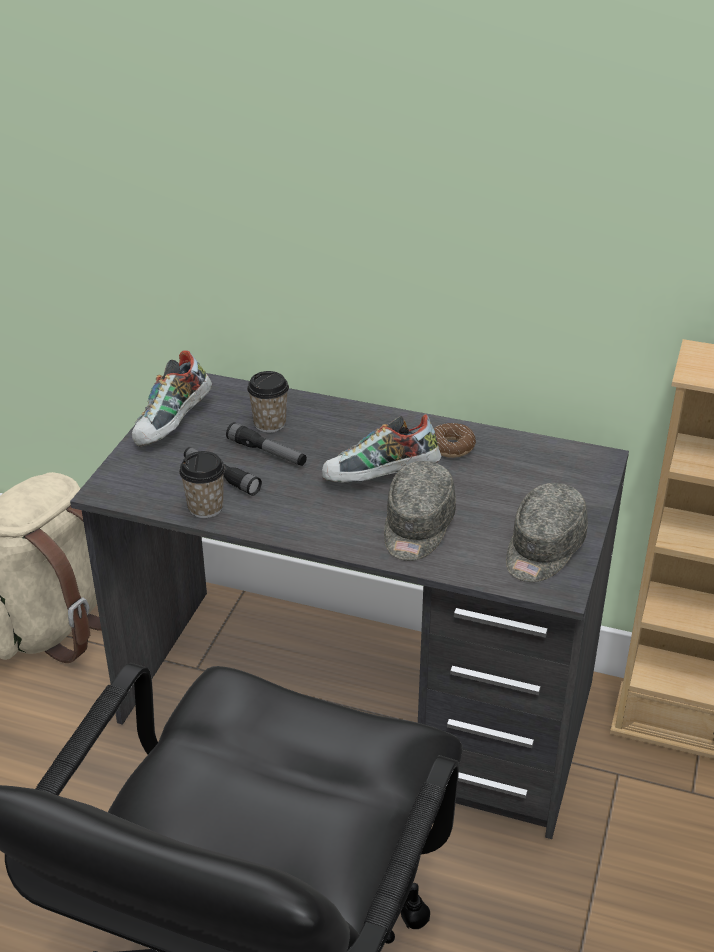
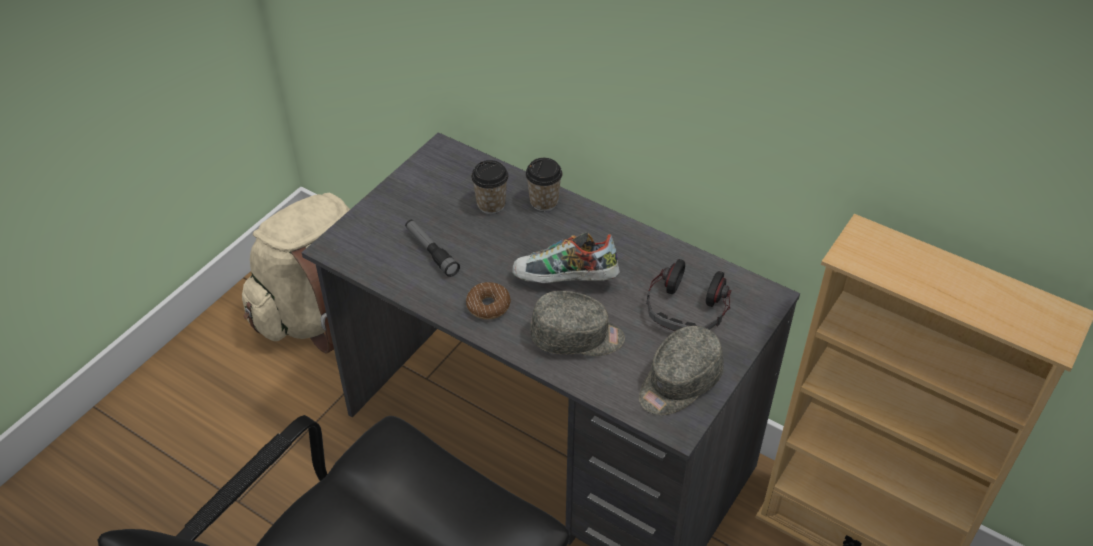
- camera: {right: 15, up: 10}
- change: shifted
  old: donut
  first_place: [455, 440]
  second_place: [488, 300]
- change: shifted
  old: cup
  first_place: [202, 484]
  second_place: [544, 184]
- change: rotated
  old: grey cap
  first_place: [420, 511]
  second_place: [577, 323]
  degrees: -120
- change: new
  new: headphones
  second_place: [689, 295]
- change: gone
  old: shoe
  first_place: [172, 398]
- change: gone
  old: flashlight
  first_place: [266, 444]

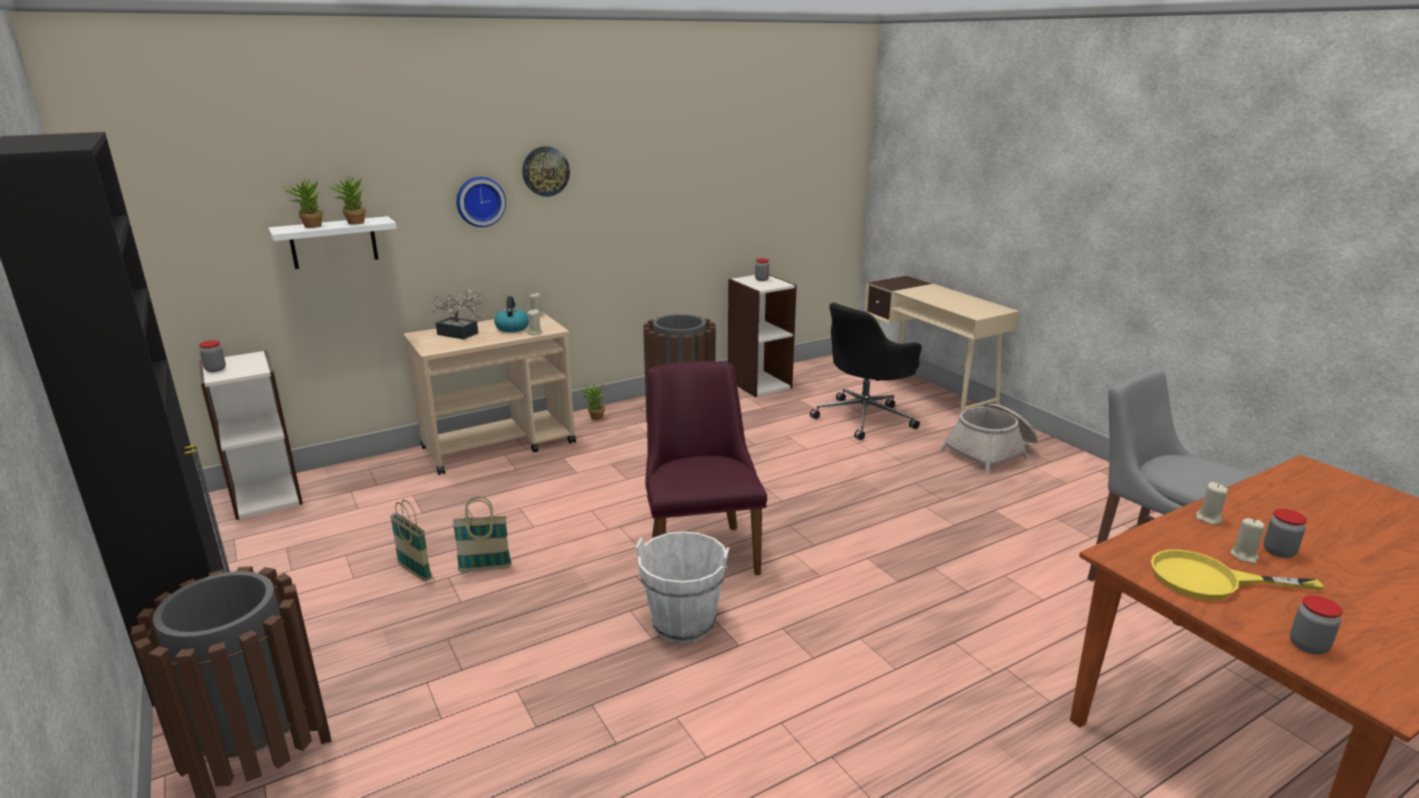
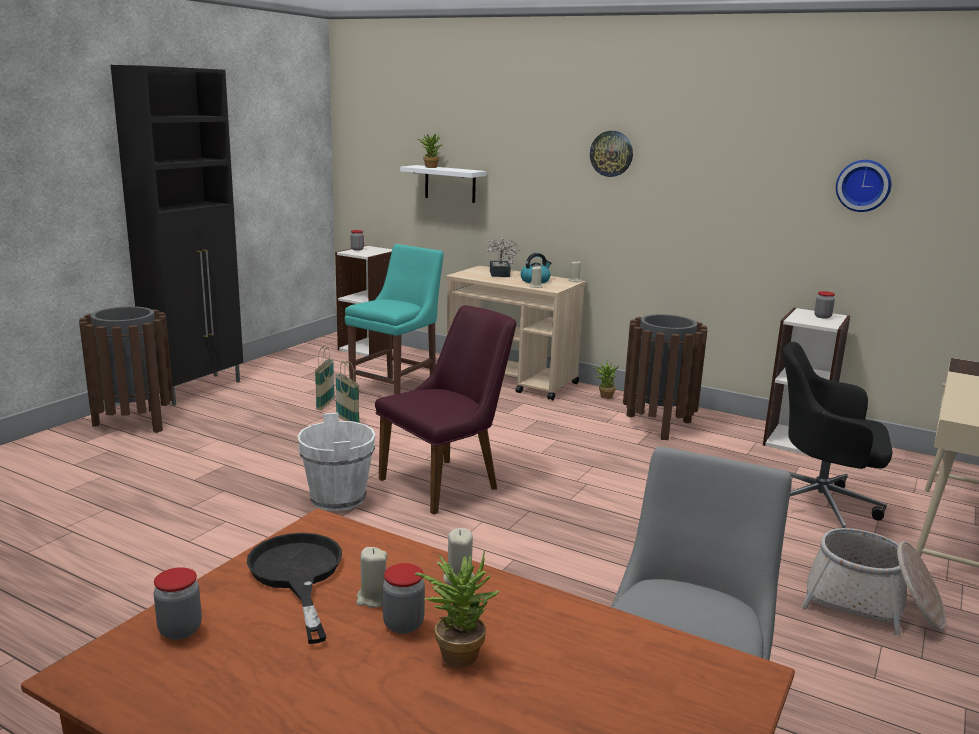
- camera: {right: 60, up: -5}
- change: repainted
  old: yellow frying pan
  new: black frying pan
  first_place: [1237, 575]
  second_place: [294, 588]
- change: new
  new: turquoise chair
  second_place: [394, 319]
- change: shifted
  old: potted plant
  first_place: [347, 200]
  second_place: [457, 609]
- change: shifted
  old: wall clock
  first_place: [481, 202]
  second_place: [863, 186]

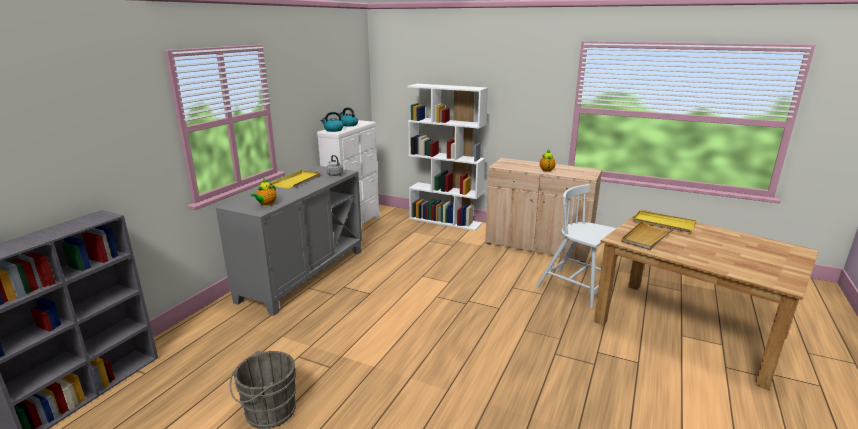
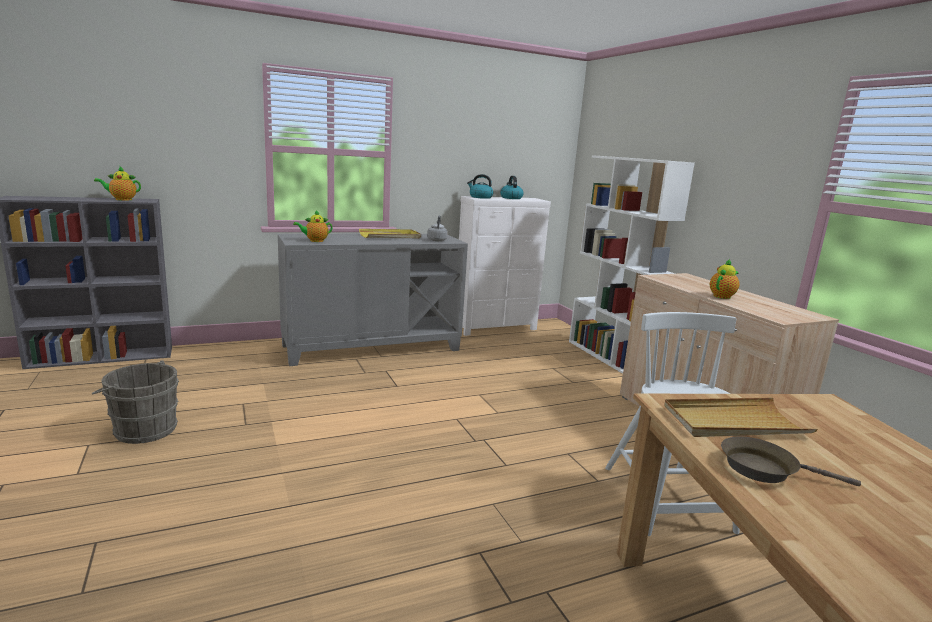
- camera: {right: 40, up: -5}
- change: new
  new: teapot
  second_place: [117, 183]
- change: new
  new: brown frying pan
  second_place: [791, 461]
- change: gone
  old: yellow tray
  first_place: [665, 221]

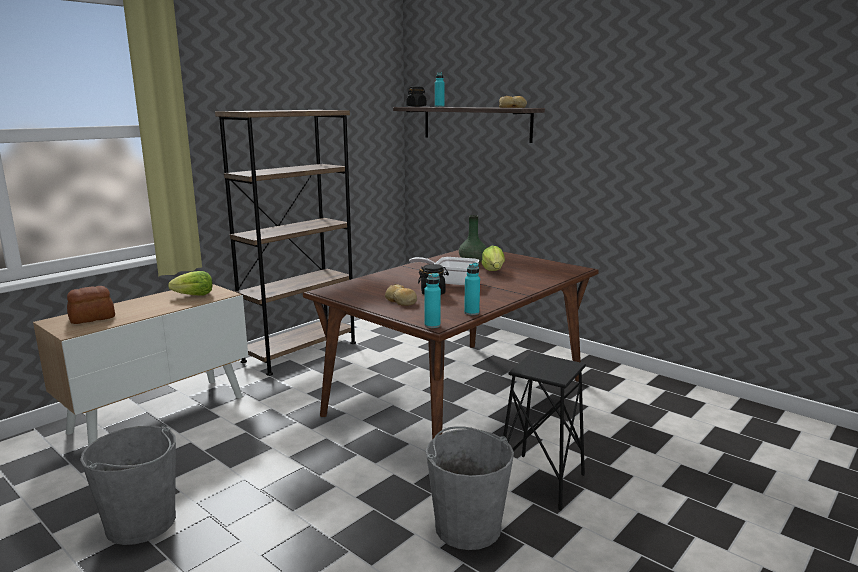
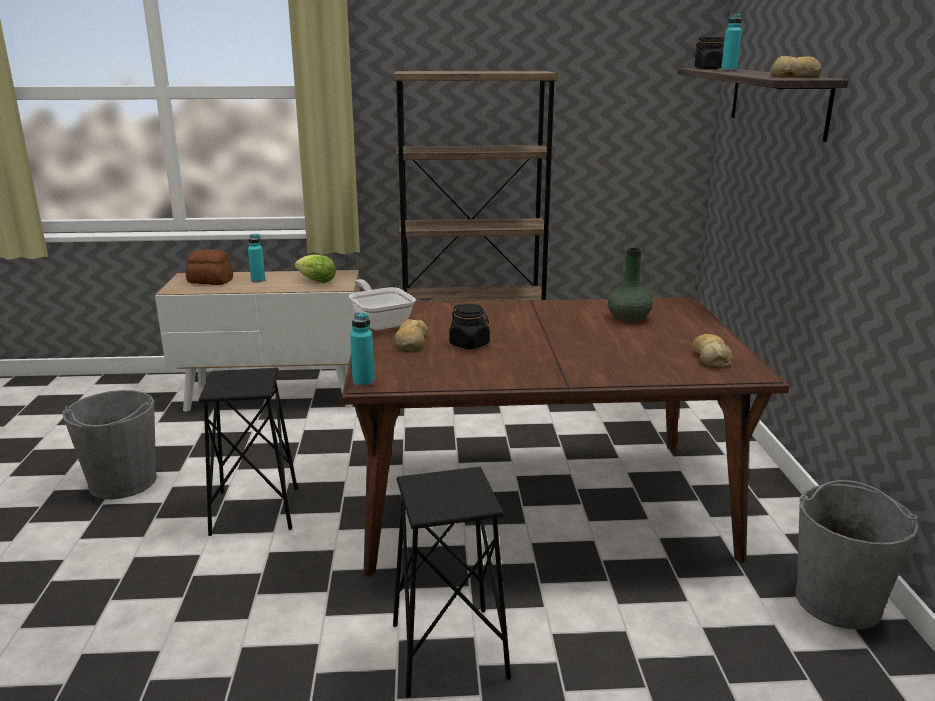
- camera: {right: 45, up: 5}
- change: new
  new: black stool
  second_place: [248, 452]
- change: shifted
  old: turquoise bottle
  first_place: [472, 289]
  second_place: [257, 258]
- change: shifted
  old: frying pan
  first_place: [444, 271]
  second_place: [382, 304]
- change: new
  new: bread
  second_place: [712, 351]
- change: shifted
  old: grey bucket
  first_place: [470, 488]
  second_place: [857, 555]
- change: gone
  old: lettuce
  first_place: [493, 258]

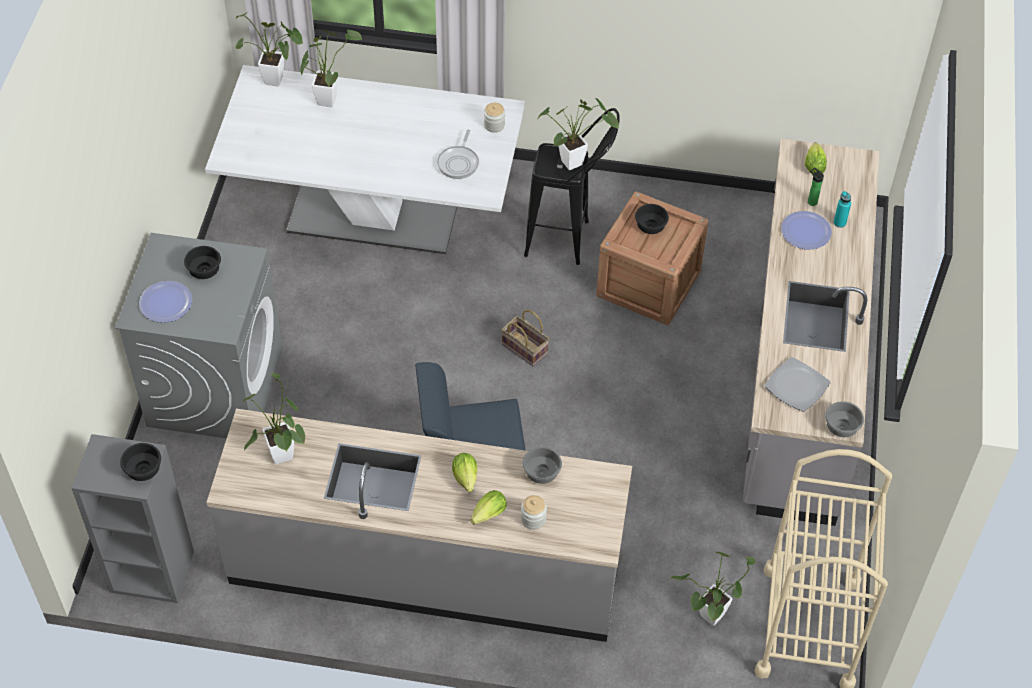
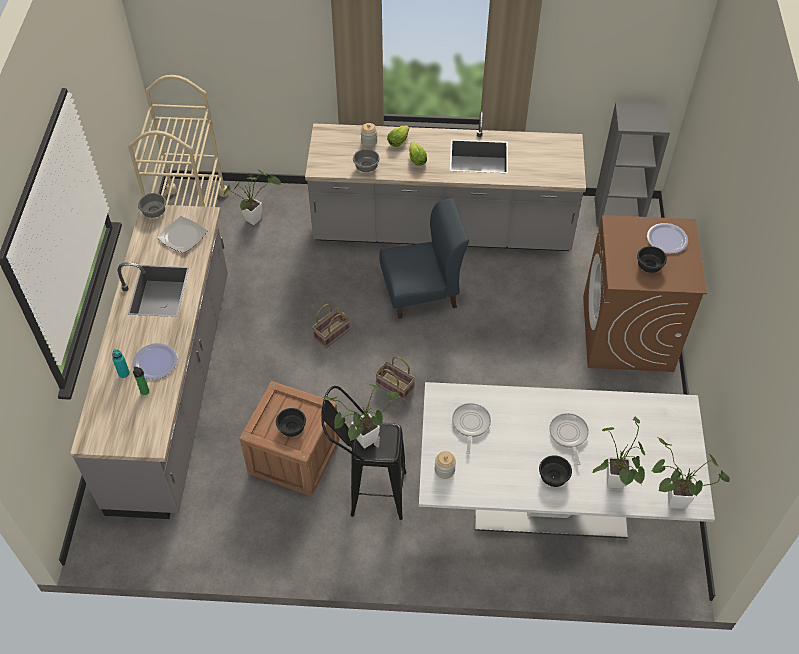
- camera: {right: 175, up: 0}
- change: new
  new: basket
  second_place: [331, 326]
- change: shifted
  old: black bowl
  first_place: [140, 462]
  second_place: [555, 471]
- change: new
  new: frying pan
  second_place: [569, 439]
- change: repainted
  old: grey washing machine
  new: brown washing machine
  first_place: [199, 336]
  second_place: [645, 293]
- change: gone
  old: potted plant
  first_place: [274, 418]
- change: gone
  old: lettuce
  first_place: [816, 158]

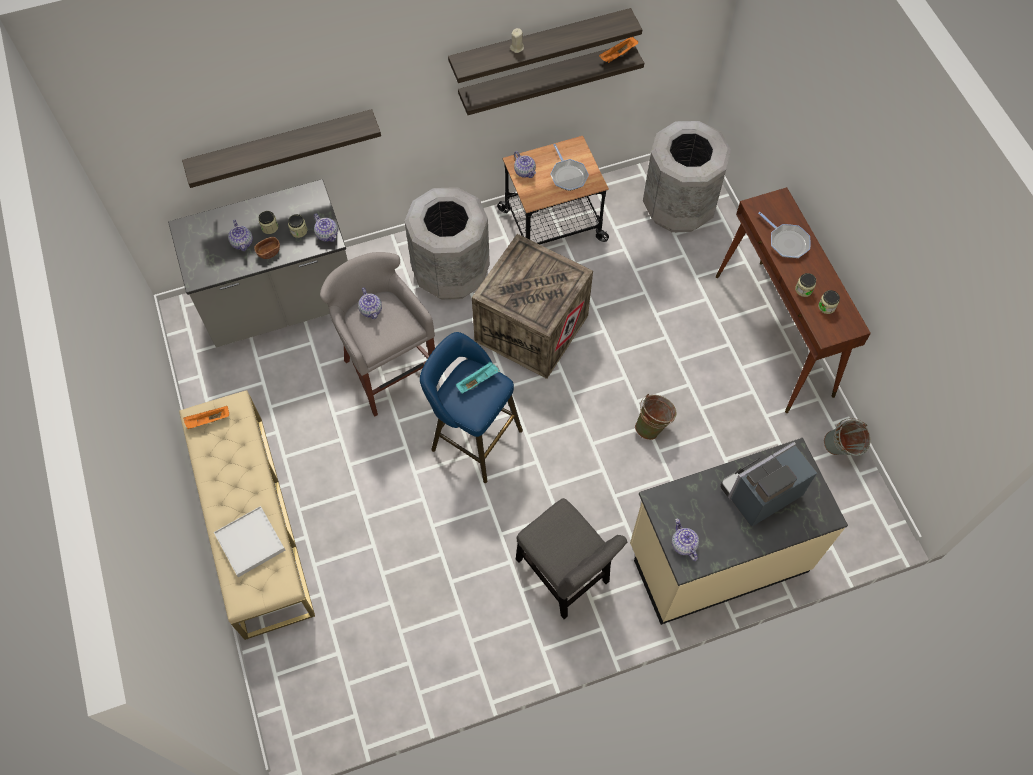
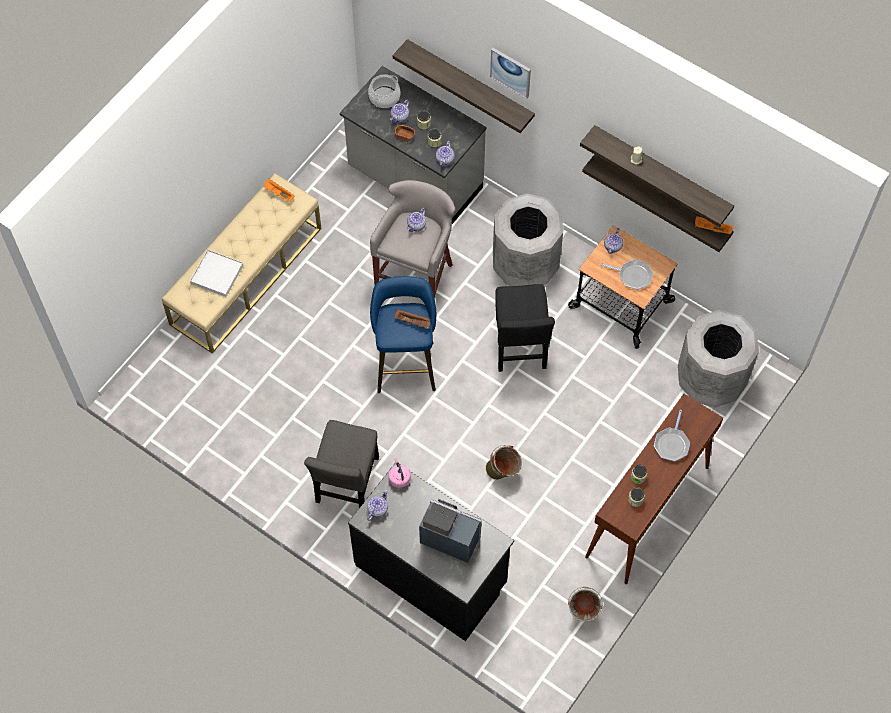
- camera: {right: 55, up: 0}
- change: repainted
  old: beige counter
  new: black counter
  first_place: [739, 531]
  second_place: [431, 552]
- change: new
  new: cooking pot
  second_place: [384, 91]
- change: new
  new: pink kettle
  second_place: [400, 473]
- change: repainted
  old: turquoise tray
  new: brown tray
  first_place: [478, 378]
  second_place: [412, 319]
- change: new
  new: picture
  second_place: [510, 73]
- change: swapped
  old: crate
  new: black chair
  first_place: [532, 306]
  second_place: [525, 328]
- change: rotated
  old: frying pan
  first_place: [569, 167]
  second_place: [627, 274]
  degrees: -105

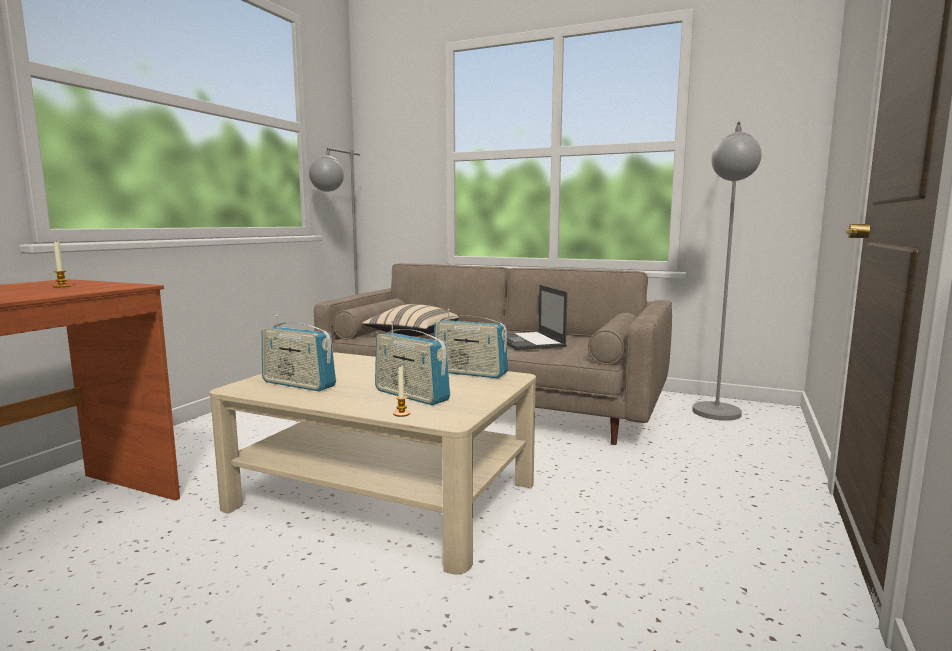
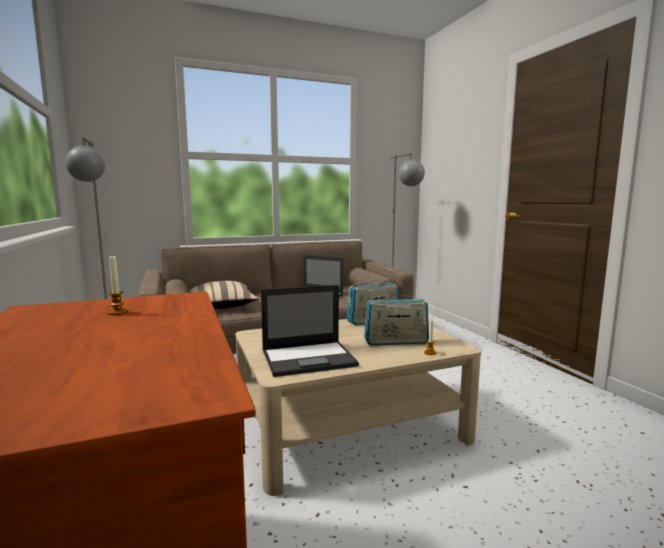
- camera: {right: -45, up: 0}
- change: swapped
  old: radio
  new: laptop
  first_place: [299, 353]
  second_place: [310, 331]

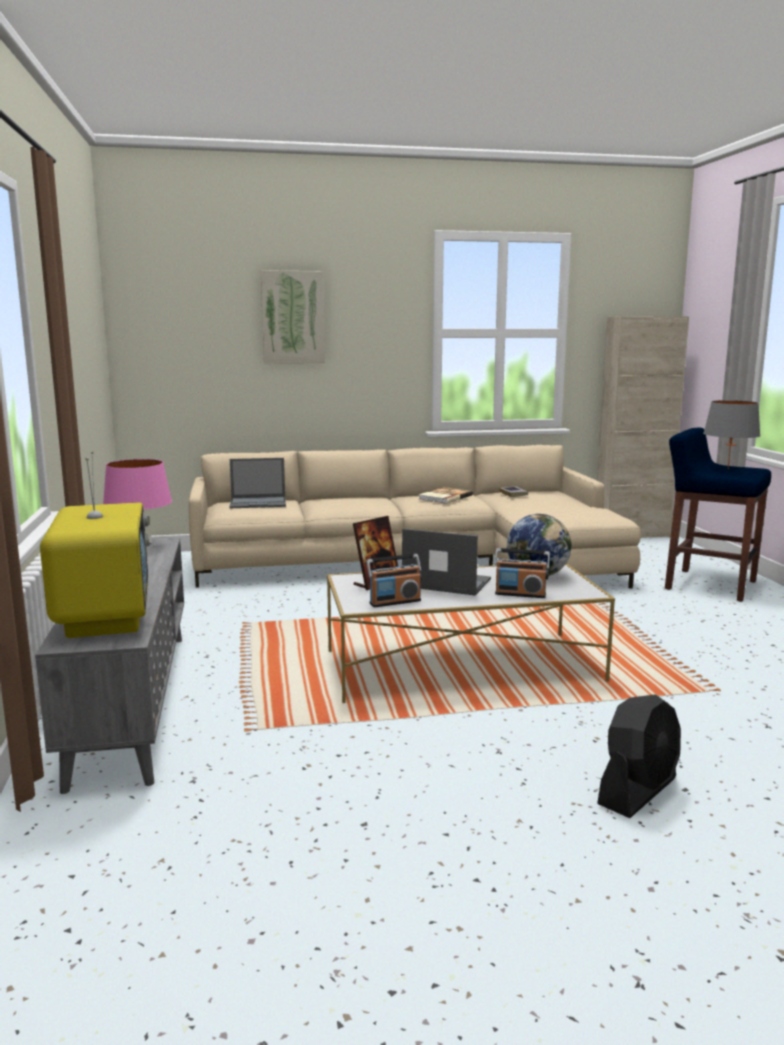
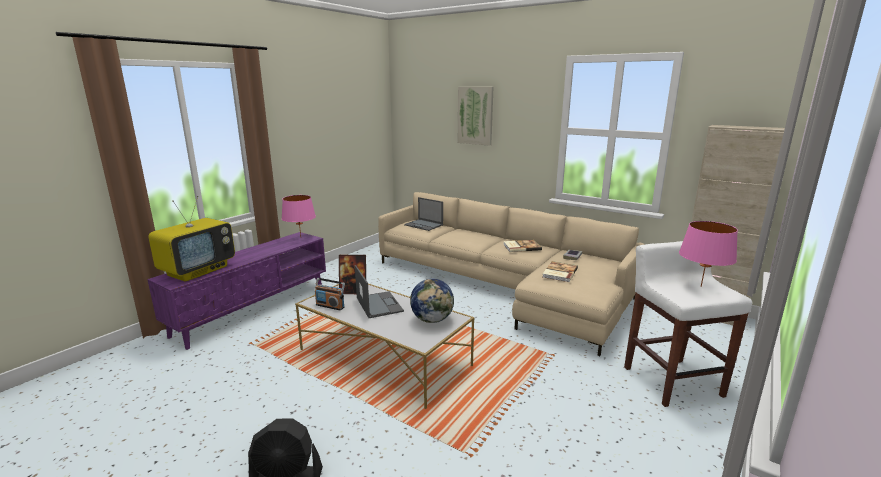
- camera: {right: 45, up: 5}
- change: repainted
  old: grey tv stand
  new: purple tv stand
  first_place: [109, 666]
  second_place: [236, 291]
- change: new
  new: book
  second_place: [560, 271]
- change: repainted
  old: blue stool
  new: white stool
  first_place: [718, 515]
  second_place: [688, 324]
- change: repainted
  old: grey table lamp
  new: pink table lamp
  first_place: [731, 434]
  second_place: [708, 254]
- change: gone
  old: radio
  first_place: [522, 573]

